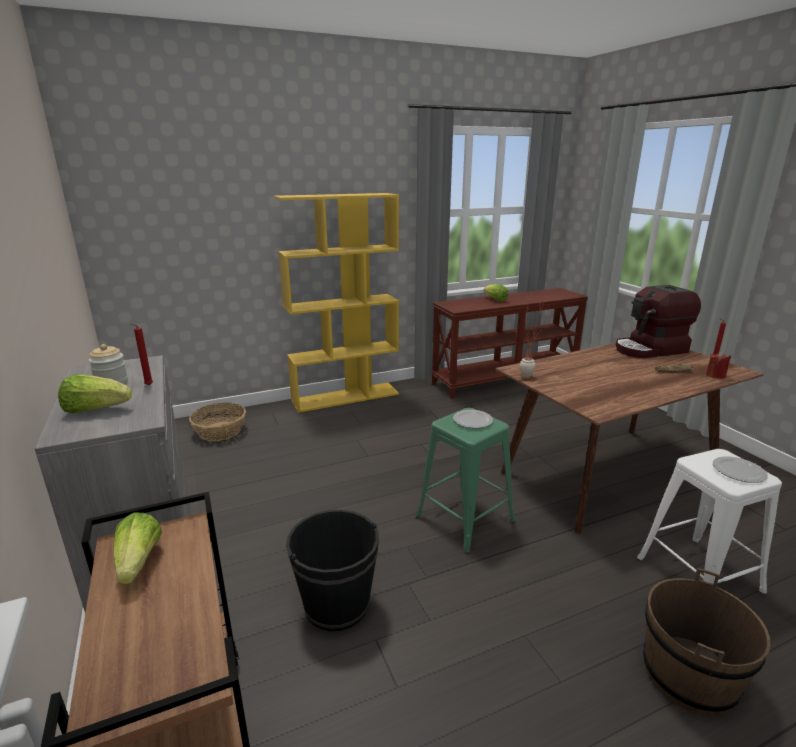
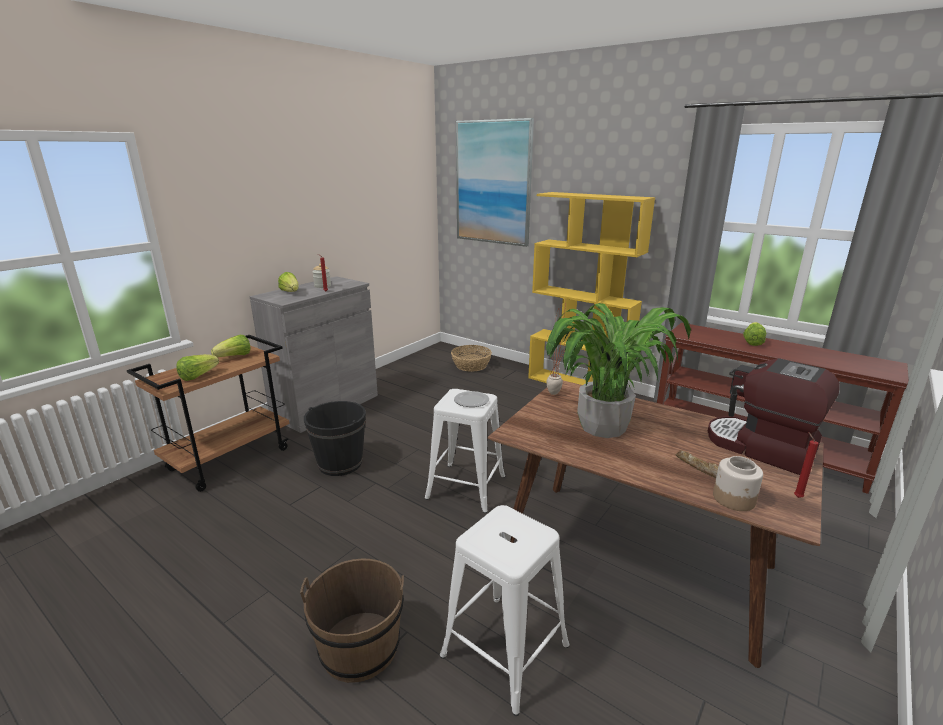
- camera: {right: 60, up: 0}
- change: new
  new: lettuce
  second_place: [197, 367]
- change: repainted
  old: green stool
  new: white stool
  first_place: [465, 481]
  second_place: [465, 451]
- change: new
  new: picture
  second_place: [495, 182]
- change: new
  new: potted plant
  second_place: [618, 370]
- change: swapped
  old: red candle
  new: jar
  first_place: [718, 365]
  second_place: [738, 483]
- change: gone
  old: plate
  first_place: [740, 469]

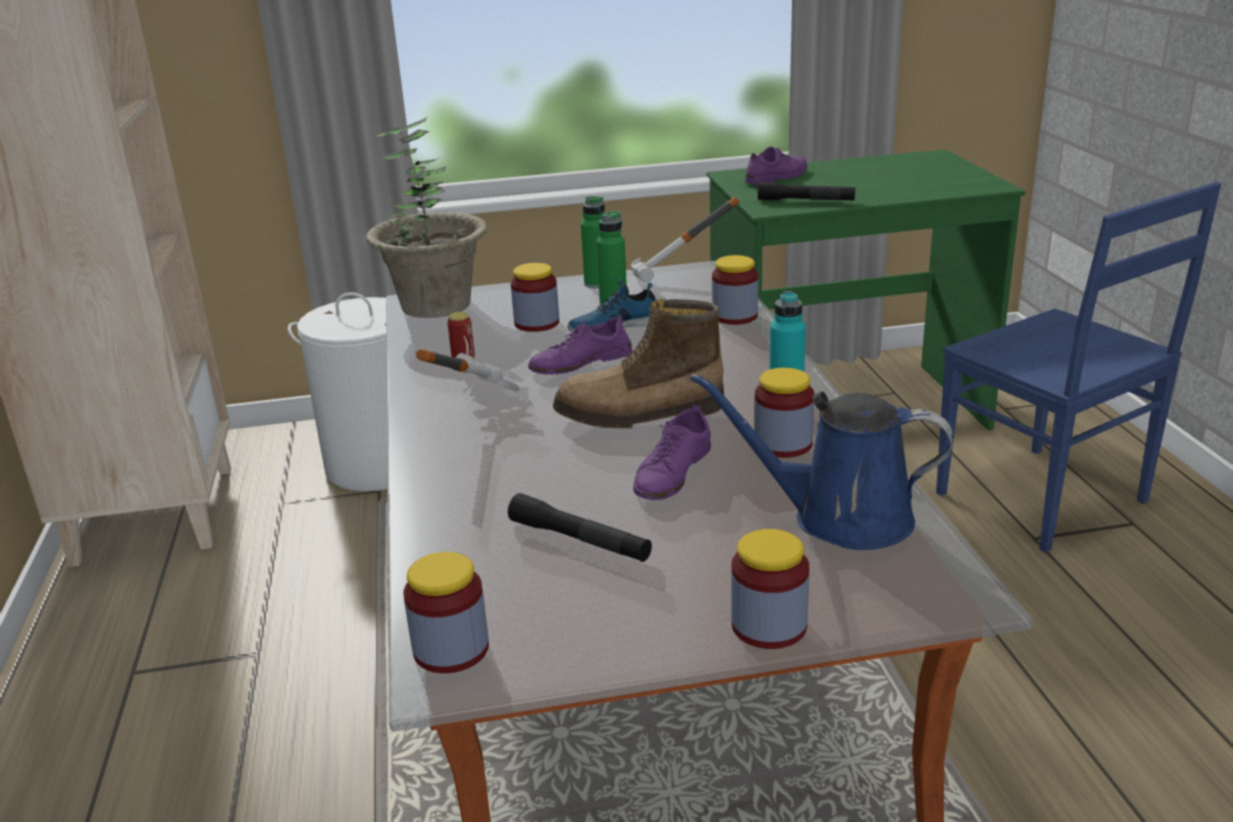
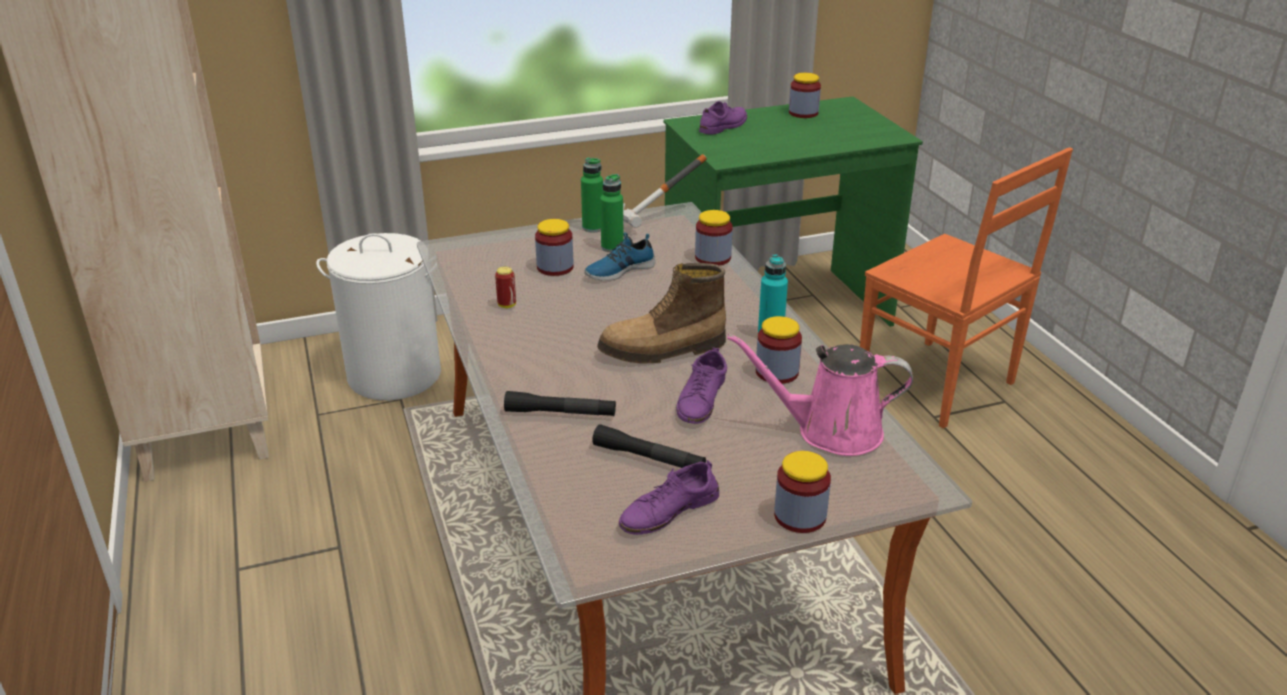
- camera: {right: -10, up: 5}
- change: shifted
  old: black flashlight
  first_place: [806, 191]
  second_place: [560, 403]
- change: shifted
  old: purple shoe
  first_place: [580, 345]
  second_place: [669, 497]
- change: repainted
  old: blue watering can
  new: pink watering can
  first_place: [821, 461]
  second_place: [820, 395]
- change: shifted
  old: jar
  first_place: [446, 612]
  second_place: [805, 95]
- change: repainted
  old: blue chair
  new: orange chair
  first_place: [1078, 367]
  second_place: [966, 287]
- change: gone
  old: potted plant
  first_place: [427, 217]
- change: gone
  old: hammer
  first_place: [470, 370]

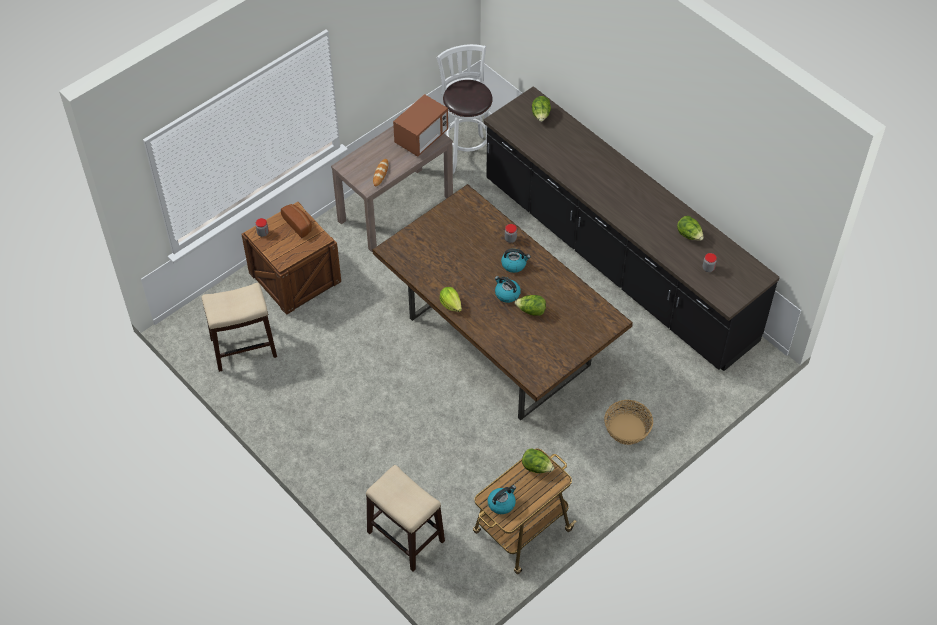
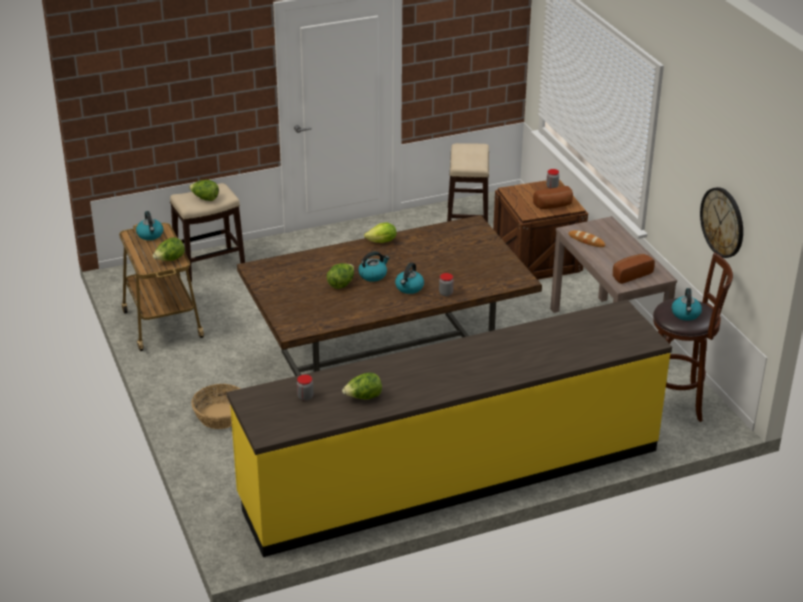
- camera: {right: 110, up: -20}
- change: shifted
  old: lettuce
  first_place: [541, 109]
  second_place: [204, 190]
- change: repainted
  old: black counter
  new: yellow counter
  first_place: [631, 228]
  second_place: [449, 428]
- change: swapped
  old: microwave
  new: bread
  first_place: [420, 125]
  second_place: [634, 269]
- change: repainted
  old: white stool
  new: brown stool
  first_place: [465, 109]
  second_place: [693, 337]
- change: new
  new: kettle
  second_place: [687, 304]
- change: new
  new: wall clock
  second_place: [721, 222]

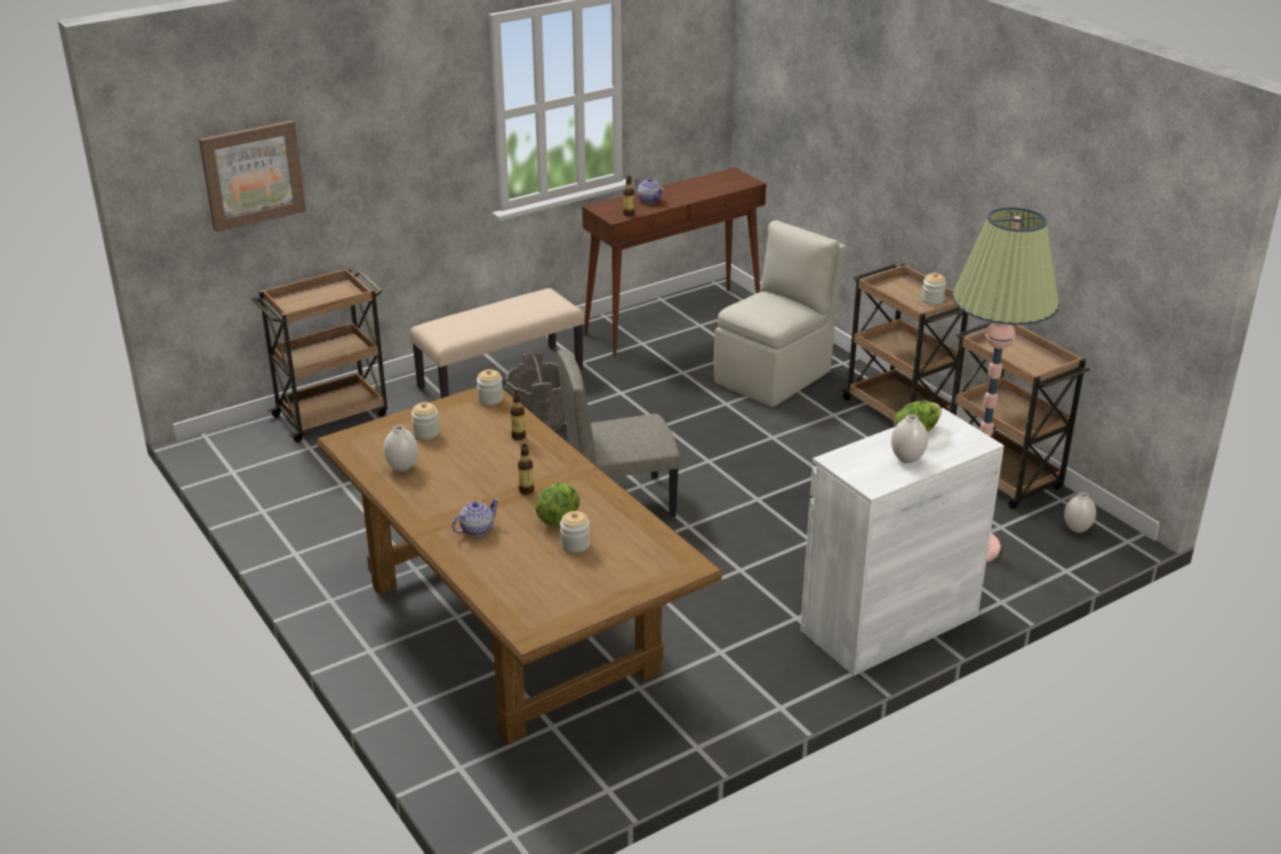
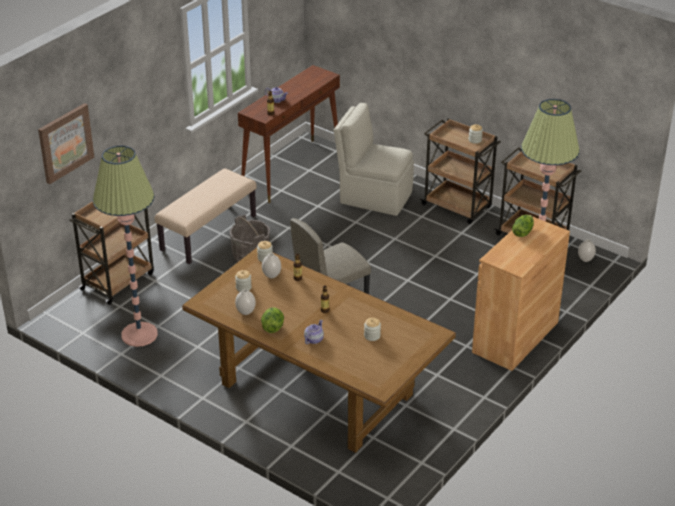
- camera: {right: -20, up: 5}
- change: new
  new: floor lamp
  second_place: [125, 246]
- change: shifted
  old: lettuce
  first_place: [557, 504]
  second_place: [272, 320]
- change: shifted
  old: white vase
  first_place: [909, 439]
  second_place: [271, 265]
- change: rotated
  old: beige chair
  first_place: [780, 313]
  second_place: [374, 159]
  degrees: -90
- change: repainted
  old: white cabinet
  new: brown cabinet
  first_place: [902, 542]
  second_place: [521, 293]

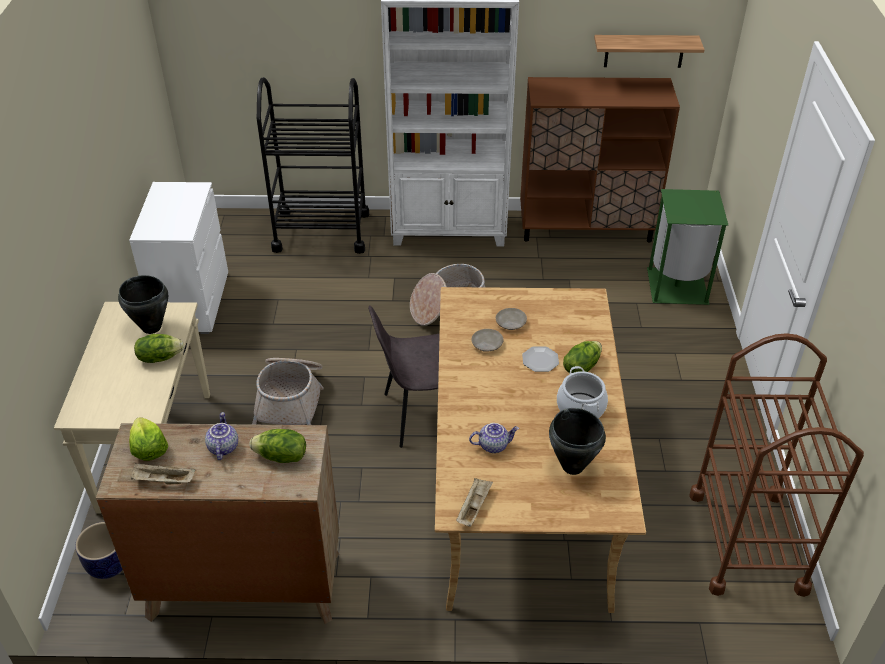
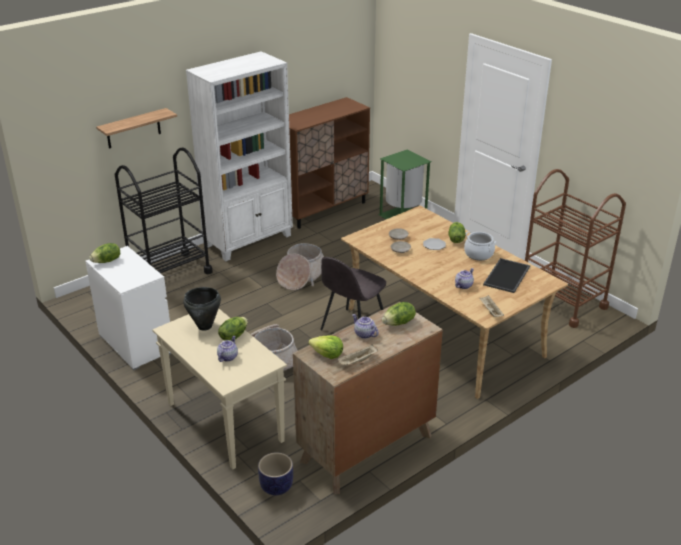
- camera: {right: -40, up: -10}
- change: new
  new: lettuce
  second_place: [104, 253]
- change: shifted
  old: shelf
  first_place: [649, 51]
  second_place: [136, 128]
- change: new
  new: teapot
  second_place: [227, 349]
- change: swapped
  old: black cooking pot
  new: tray
  first_place: [577, 441]
  second_place: [506, 275]

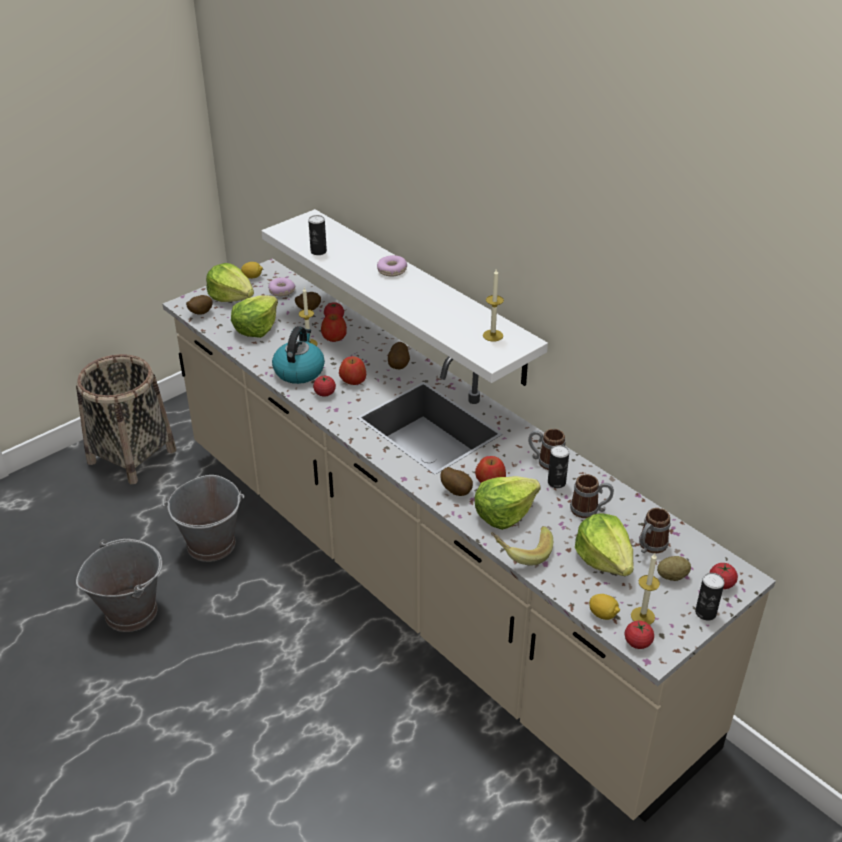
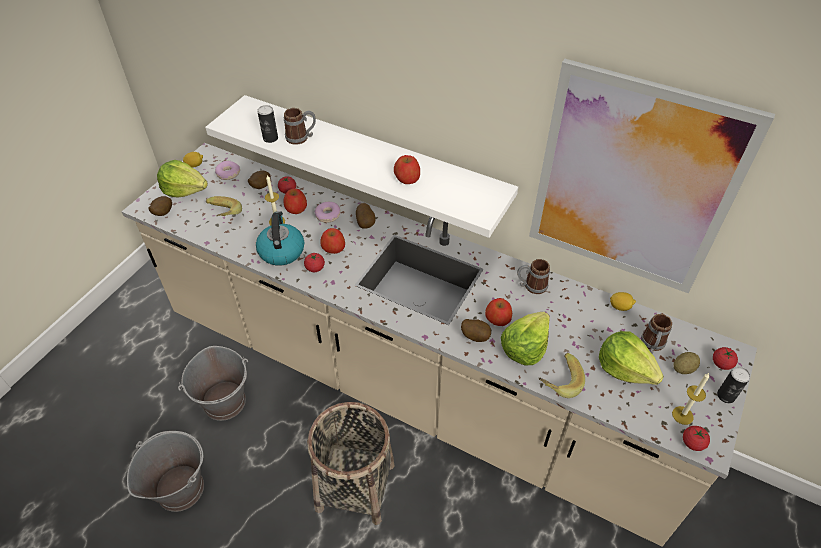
- camera: {right: -20, up: 10}
- change: swapped
  old: lettuce
  new: banana
  first_place: [254, 316]
  second_place: [224, 206]
- change: shifted
  old: mug
  first_place: [592, 496]
  second_place: [300, 126]
- change: shifted
  old: basket
  first_place: [126, 419]
  second_place: [351, 463]
- change: shifted
  old: donut
  first_place: [392, 265]
  second_place: [327, 212]
- change: new
  new: apple
  second_place: [407, 169]
- change: new
  new: picture
  second_place: [652, 176]
- change: shifted
  old: lemon
  first_place: [604, 607]
  second_place: [623, 301]
- change: gone
  old: candle
  first_place: [493, 305]
- change: gone
  old: can
  first_place: [558, 466]

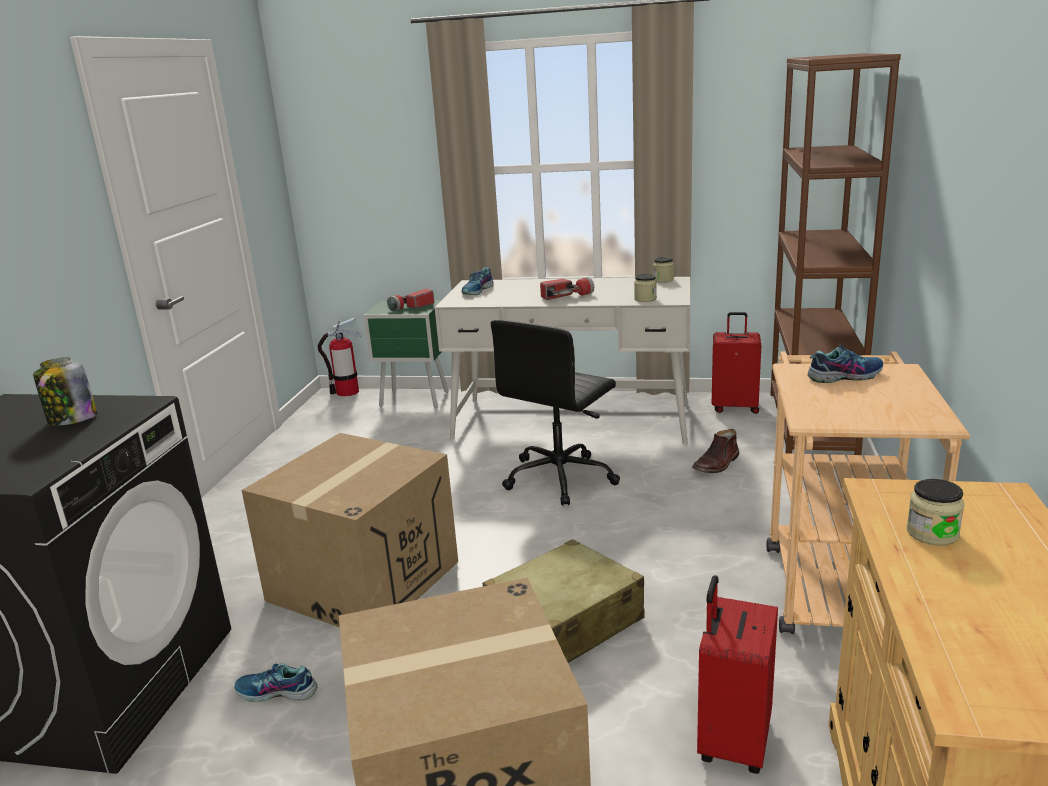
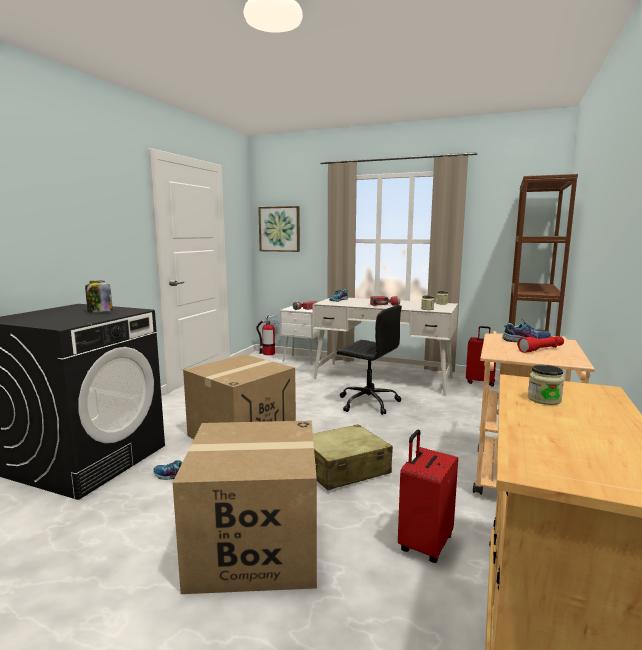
- camera: {right: 10, up: -10}
- change: new
  new: picture
  second_place: [279, 229]
- change: repainted
  old: green nightstand
  new: white nightstand
  first_place: [406, 354]
  second_place: [300, 335]
- change: rotated
  old: black office chair
  first_place: [555, 413]
  second_place: [369, 360]
  degrees: -105
- change: new
  new: red flashlight
  second_place: [540, 344]
- change: gone
  old: brown boot
  first_place: [715, 451]

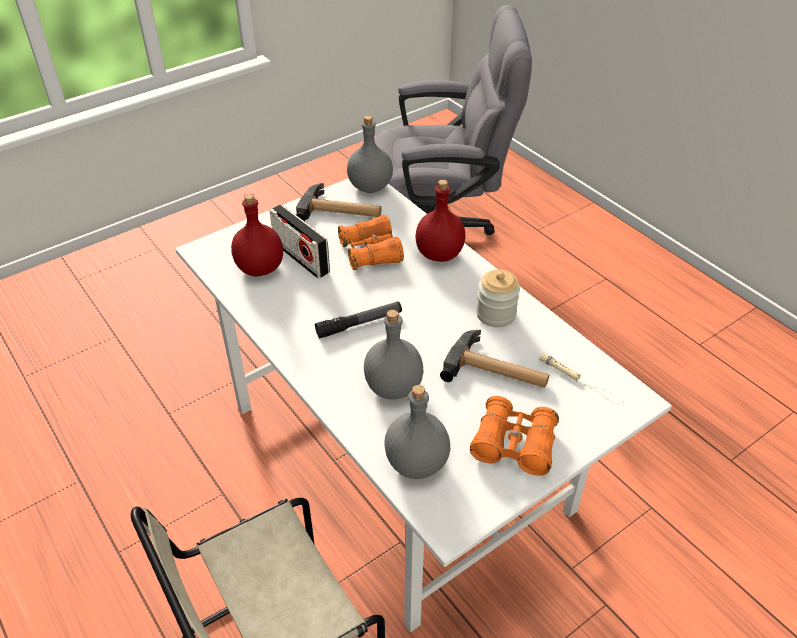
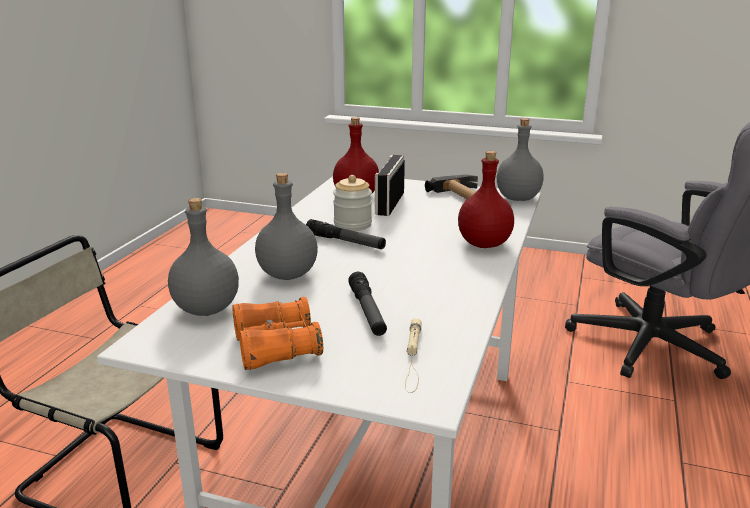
- camera: {right: 55, up: -20}
- change: shifted
  old: jar
  first_place: [498, 298]
  second_place: [352, 203]
- change: swapped
  old: hammer
  new: flashlight
  first_place: [494, 359]
  second_place: [367, 304]
- change: gone
  old: orange binoculars
  first_place: [371, 242]

